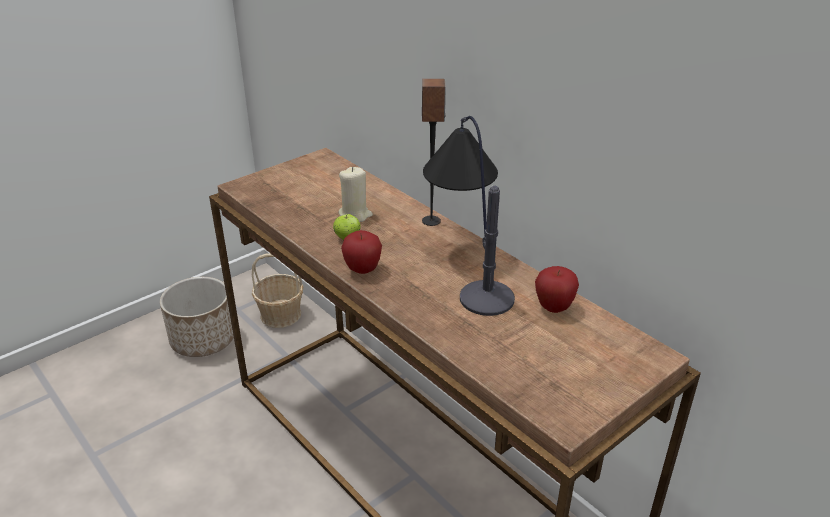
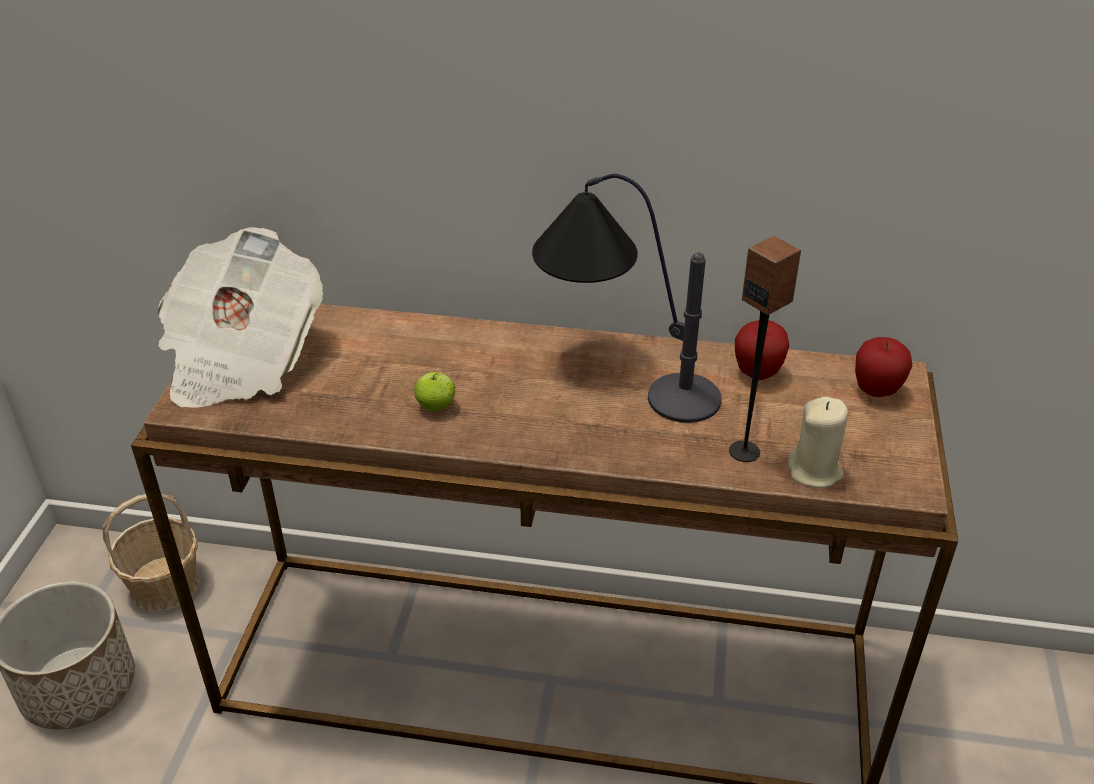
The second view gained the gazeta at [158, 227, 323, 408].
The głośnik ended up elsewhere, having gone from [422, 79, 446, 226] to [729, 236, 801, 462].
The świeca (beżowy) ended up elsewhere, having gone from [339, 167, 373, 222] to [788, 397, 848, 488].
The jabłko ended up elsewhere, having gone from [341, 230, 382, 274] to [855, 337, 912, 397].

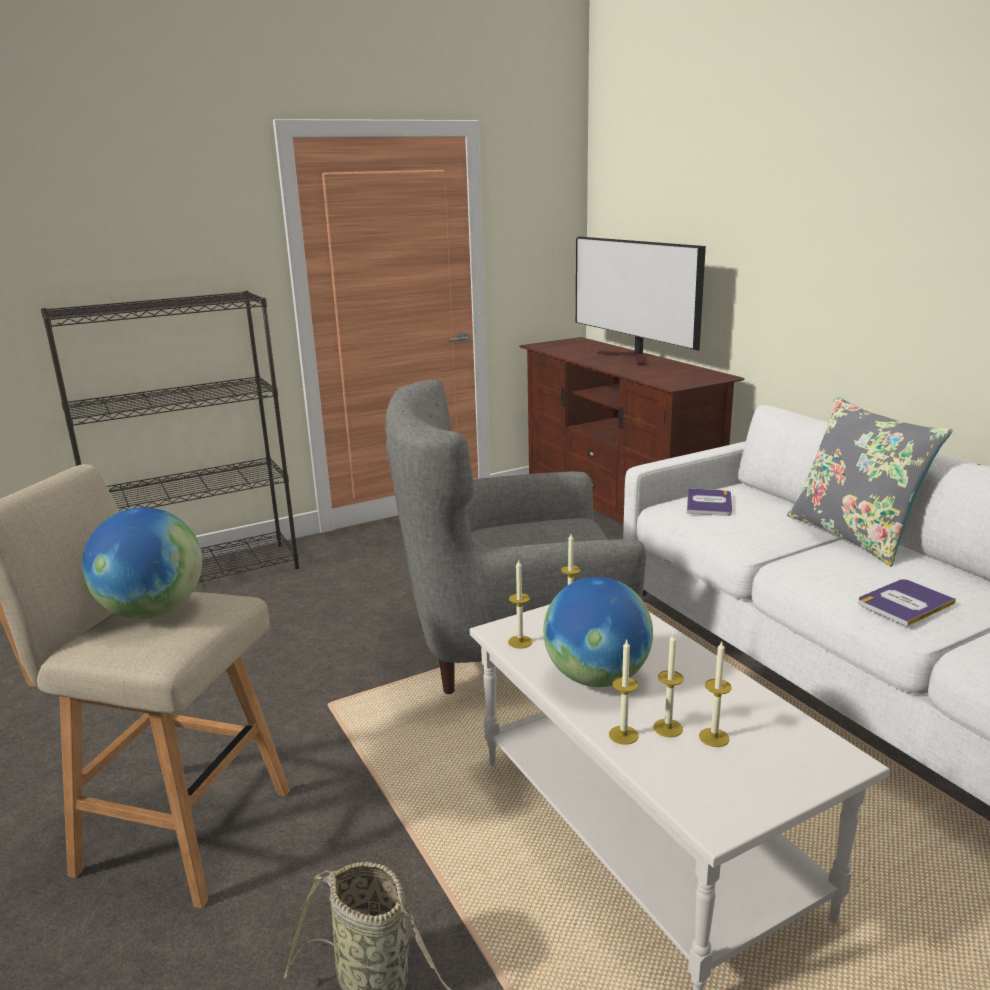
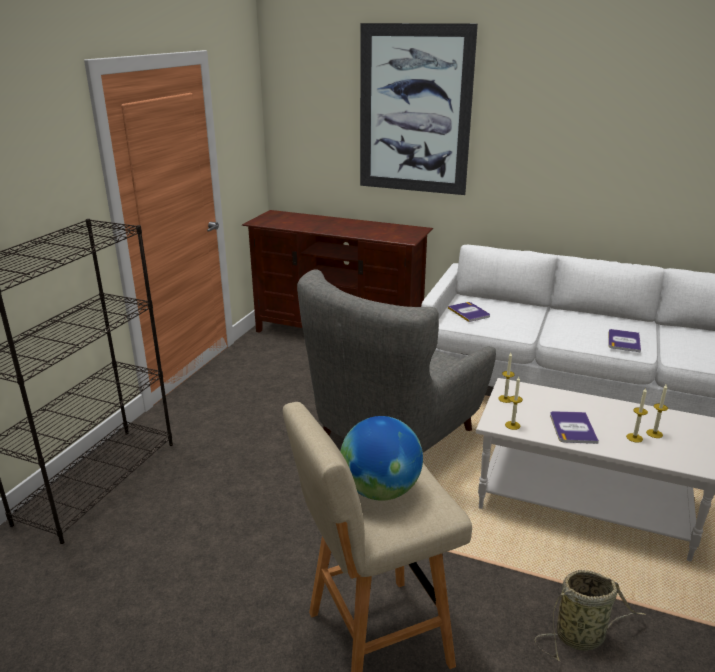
The second view gained the obraz at [360, 23, 478, 195].
Where the globus stood at [543, 577, 653, 687], the książka came to stand at [550, 411, 599, 444].
The second view lost the telewizor at [576, 236, 706, 365].
The second view lost the świeca at [609, 640, 639, 745].
The second view lost the poduszka (szary) at [787, 396, 952, 567].

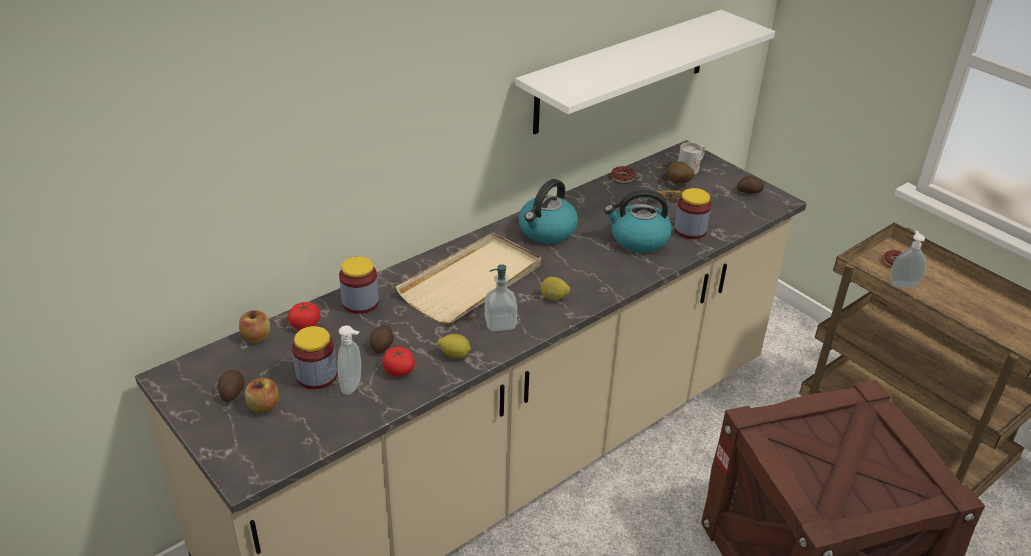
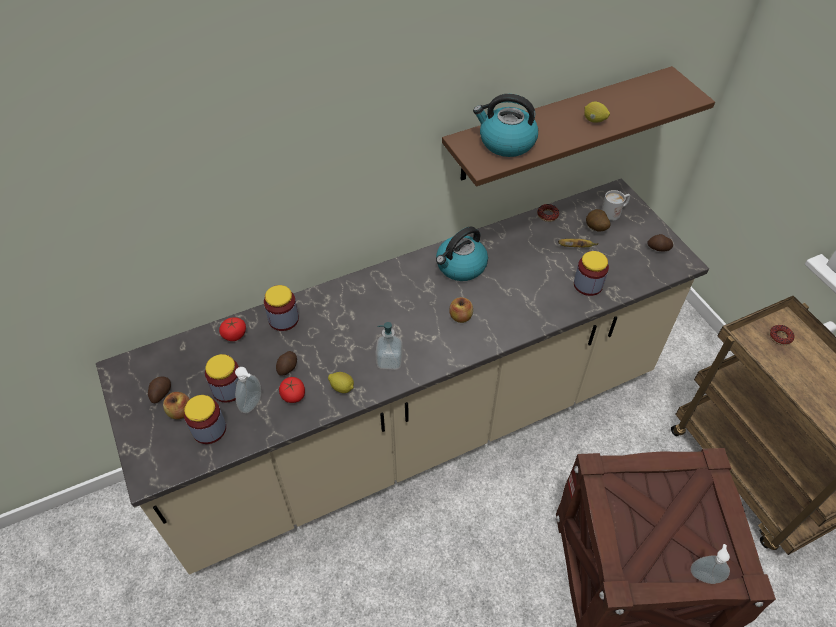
The second view gained the słoik at [184, 395, 226, 444].
What was the półka (biały) at [515, 10, 775, 134] turned into the półka (brązowy) at [442, 66, 715, 186].
The jabłko ended up elsewhere, having gone from [239, 310, 270, 343] to [449, 297, 473, 323].
The czajnik ended up elsewhere, having gone from [604, 190, 672, 253] to [473, 94, 538, 157].
The cytryna ended up elsewhere, having gone from [540, 277, 570, 300] to [584, 102, 610, 123].
The dozownik mydła ended up elsewhere, having gone from [890, 231, 927, 288] to [691, 544, 730, 584].
The second view lost the taca (beżowy) at [395, 233, 541, 324].

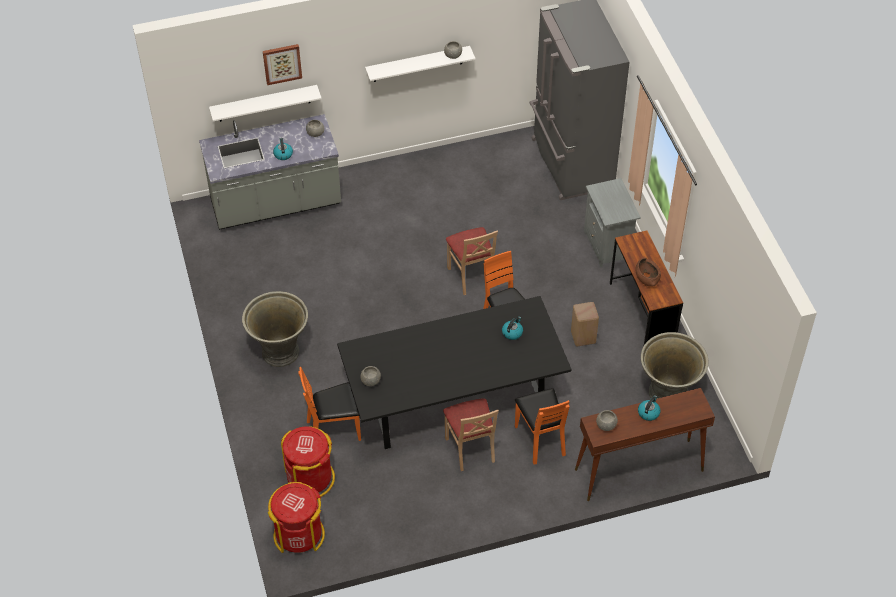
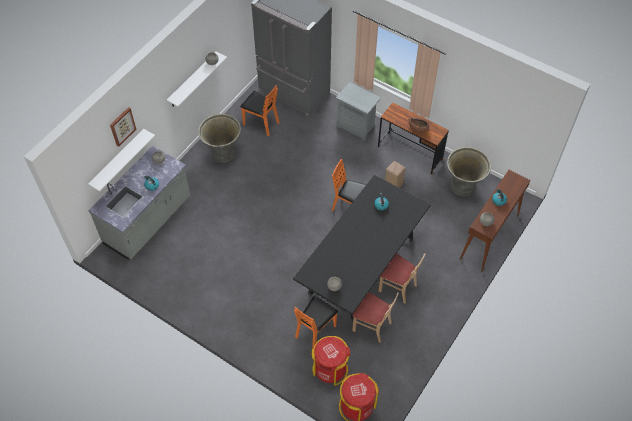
The donica (szary) ended up elsewhere, having gone from [242, 291, 308, 367] to [198, 114, 241, 163].
The krzesło (pomarańczowy) ended up elsewhere, having gone from [515, 388, 570, 464] to [240, 85, 280, 136].
The krzesło (beżowy) ended up elsewhere, having gone from [446, 227, 498, 295] to [352, 292, 399, 343].

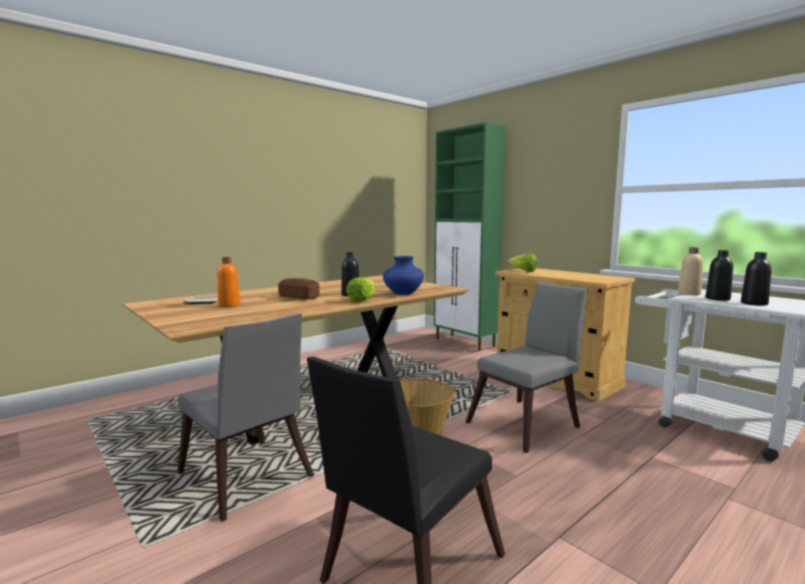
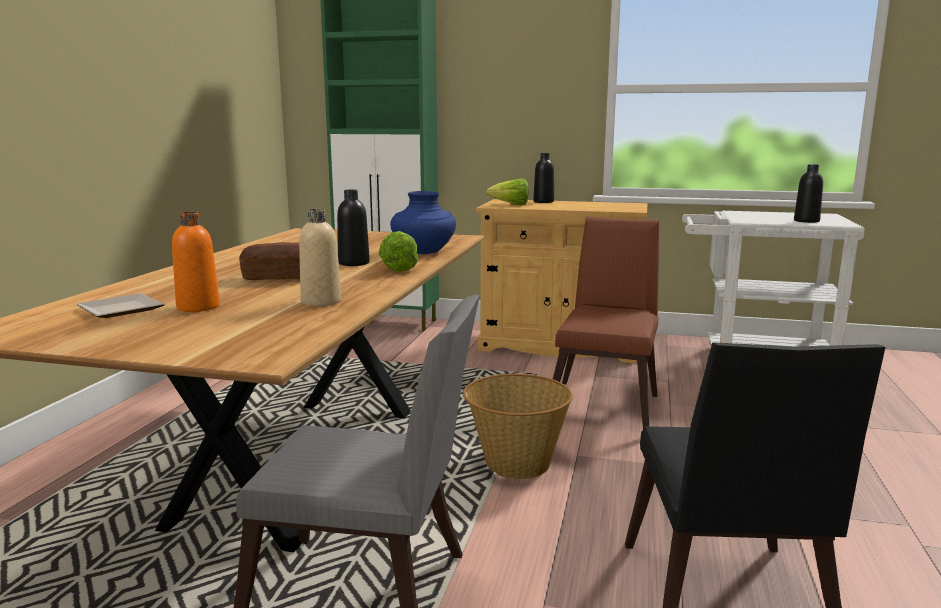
The butelka (beżowy) ended up elsewhere, having gone from [678, 247, 703, 295] to [299, 209, 341, 306].
The butelka (czarny) ended up elsewhere, having gone from [706, 250, 733, 301] to [533, 153, 554, 203].
What was the krzesło (szary) at [465, 281, 588, 453] turned into the krzesło (brązowy) at [553, 216, 659, 429].

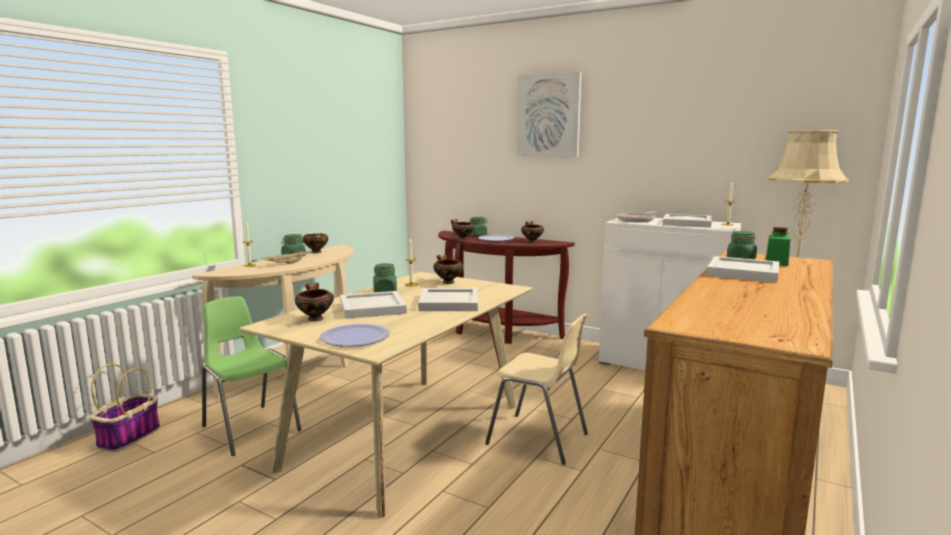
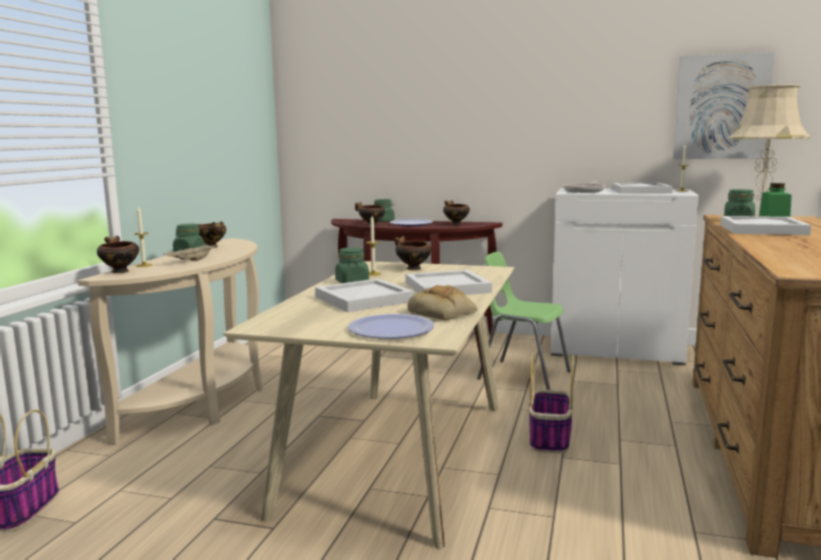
The miska ended up elsewhere, having gone from [295, 283, 334, 321] to [97, 236, 139, 273].
The second view gained the chleb at [407, 285, 478, 320].
The krzesło (zielony) ended up elsewhere, having gone from [202, 297, 301, 456] to [477, 252, 571, 390].
Where the krzesło (beżowy) stood at [485, 314, 588, 465], the koszyk came to stand at [529, 352, 574, 453].
The obraz ended up elsewhere, having gone from [516, 71, 582, 157] to [673, 52, 775, 159].

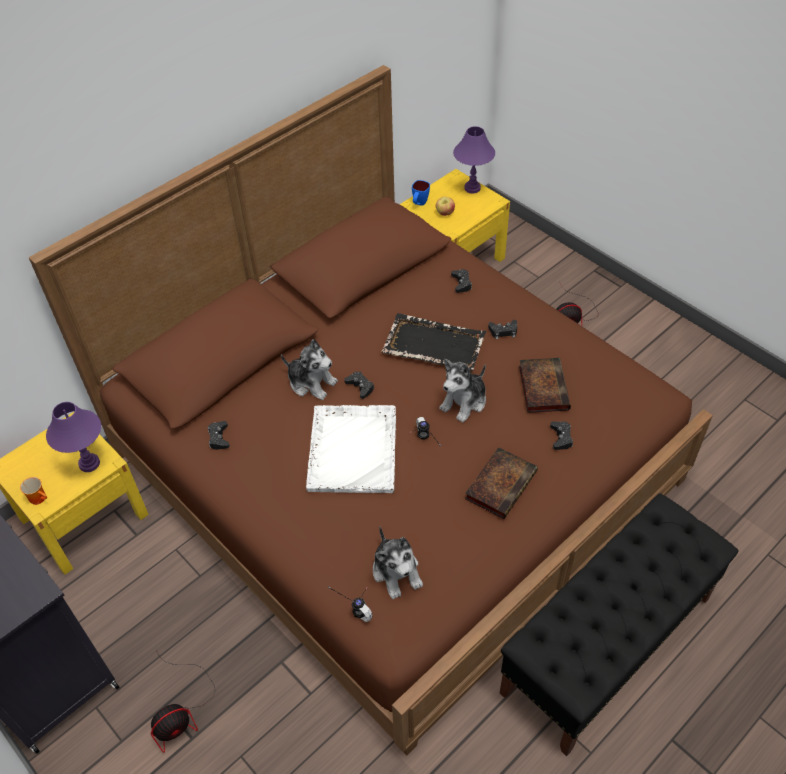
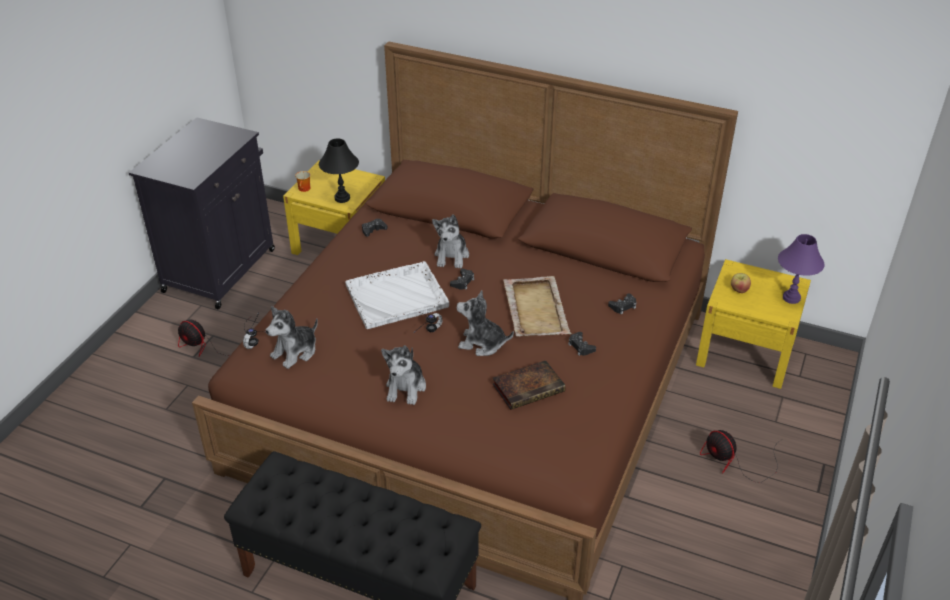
What was the lampa stołowa (fioletowy) at [46, 402, 101, 472] turned into the lampa stołowa (czarny) at [319, 138, 359, 203].
Where the książka stood at [465, 447, 538, 519], the pluszak came to stand at [381, 345, 426, 405].
What was the taca (czarny) at [381, 313, 486, 371] turned into the taca (beżowy) at [503, 276, 571, 336].
The second view lost the kubek (niebieski) at [412, 180, 430, 206].
The second view lost the pad do gier (czarny) at [550, 421, 573, 450].

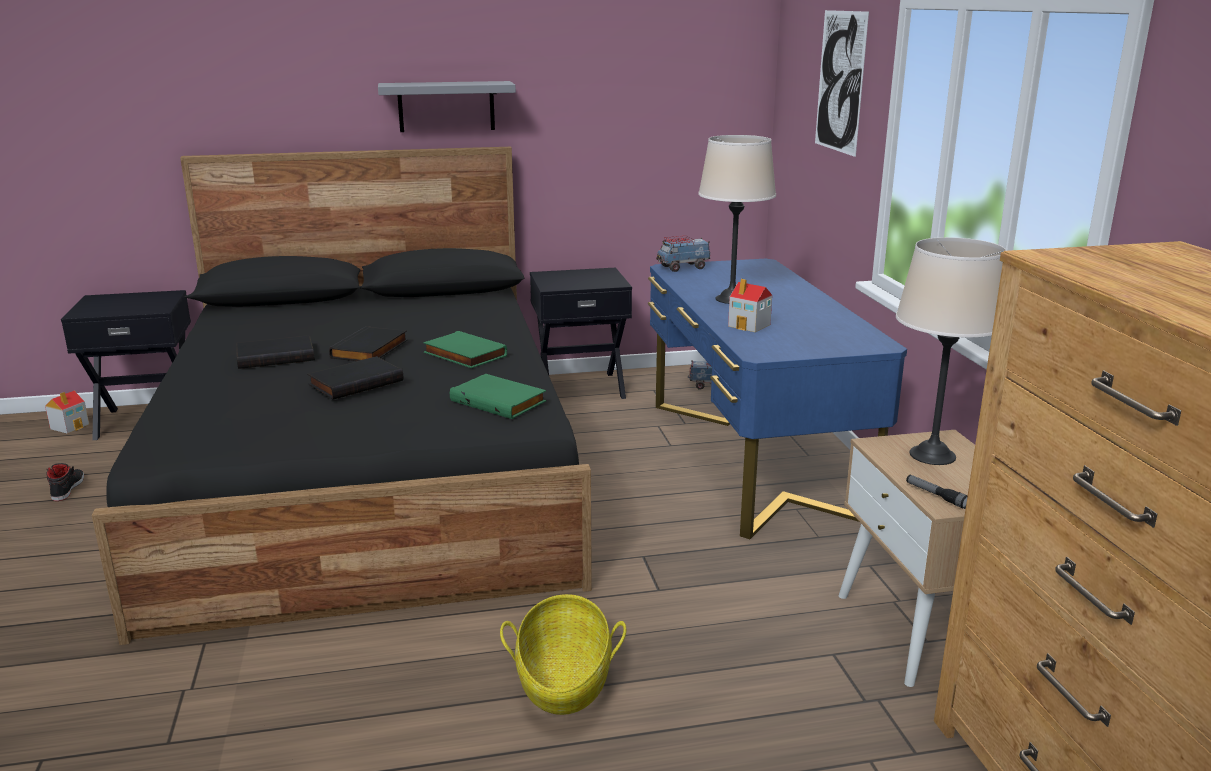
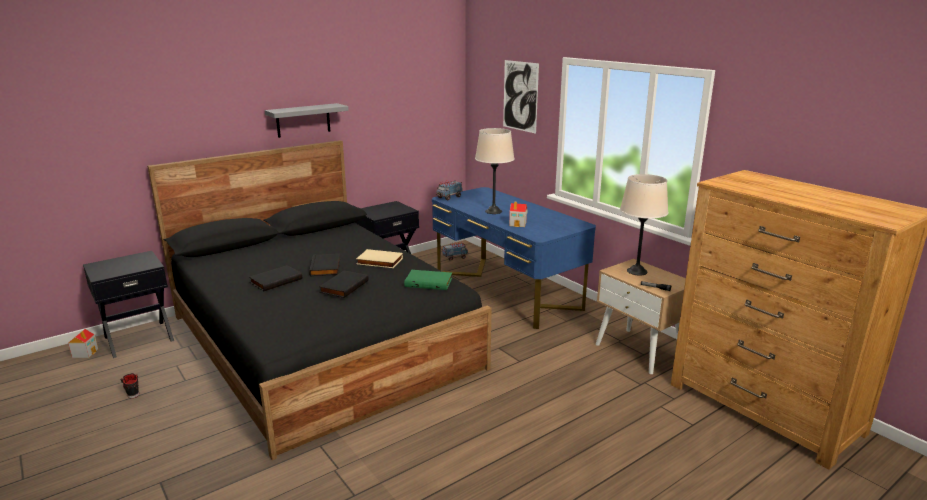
What was the książka (zielony) at [423, 331, 507, 368] turned into the książka (beżowy) at [356, 249, 403, 268].
The second view lost the koszyk at [500, 594, 626, 715].

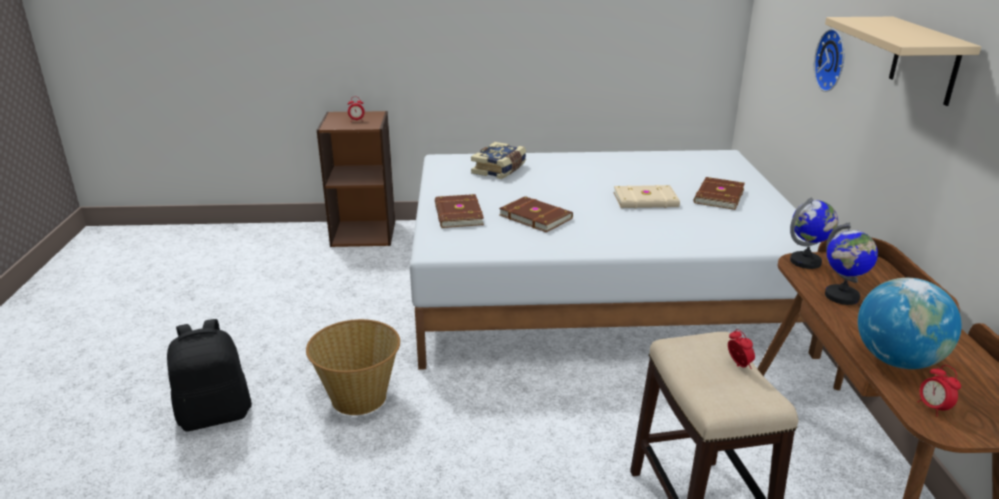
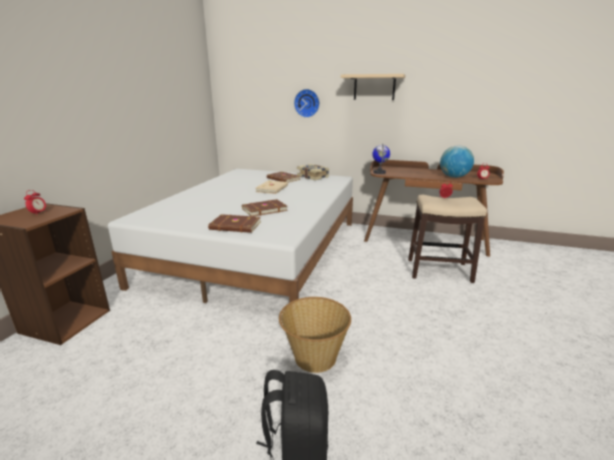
The książka ended up elsewhere, having gone from [471, 142, 526, 179] to [297, 164, 329, 180].
The second view lost the globus at [825, 223, 878, 305].

